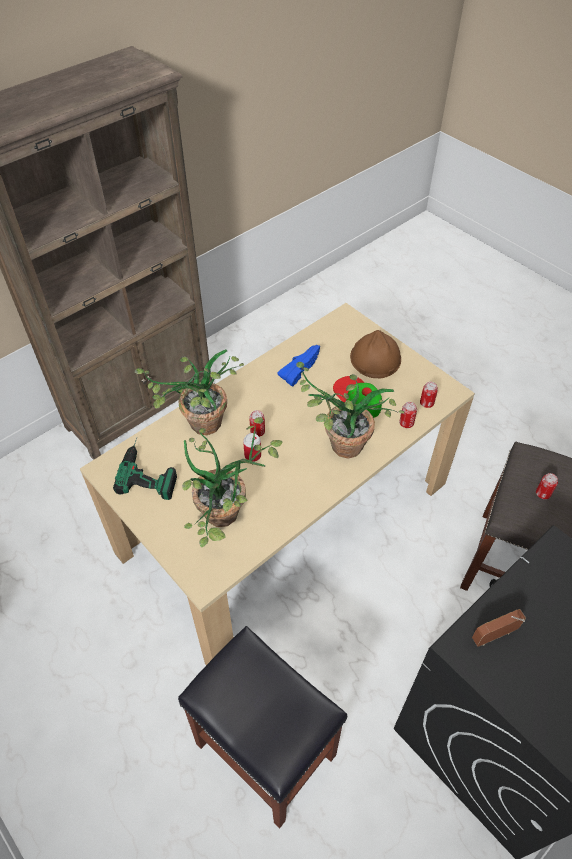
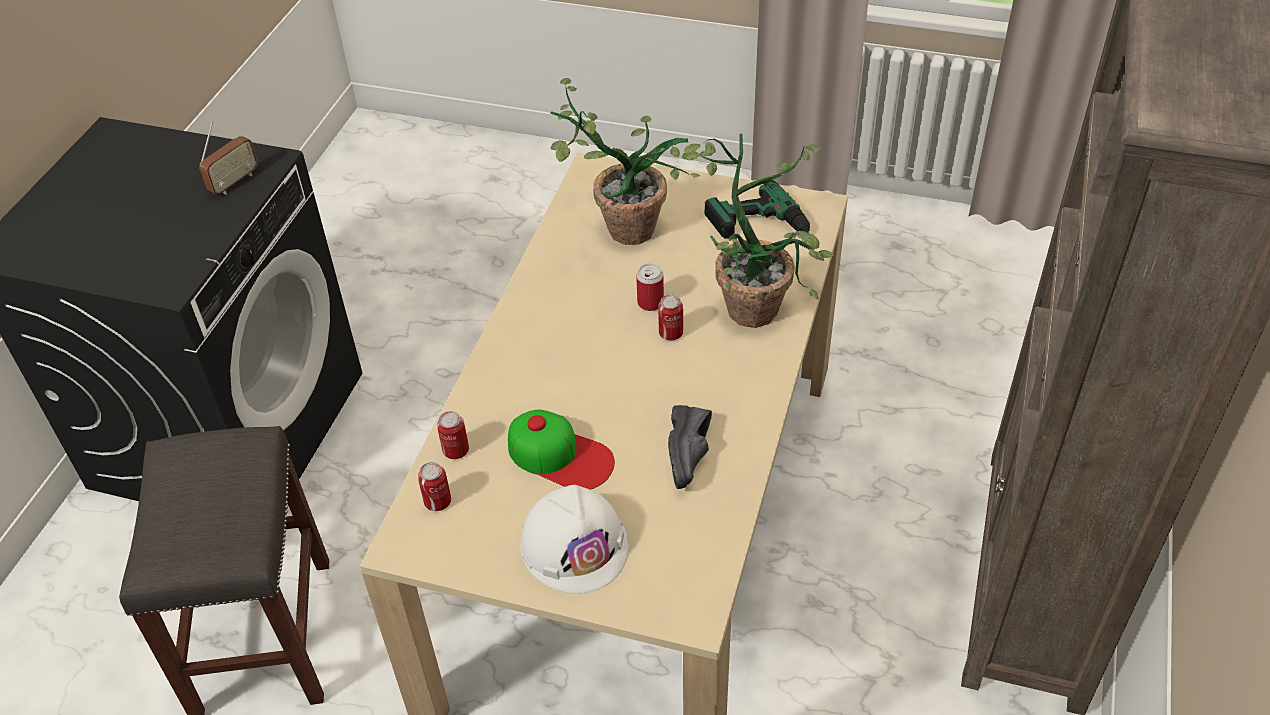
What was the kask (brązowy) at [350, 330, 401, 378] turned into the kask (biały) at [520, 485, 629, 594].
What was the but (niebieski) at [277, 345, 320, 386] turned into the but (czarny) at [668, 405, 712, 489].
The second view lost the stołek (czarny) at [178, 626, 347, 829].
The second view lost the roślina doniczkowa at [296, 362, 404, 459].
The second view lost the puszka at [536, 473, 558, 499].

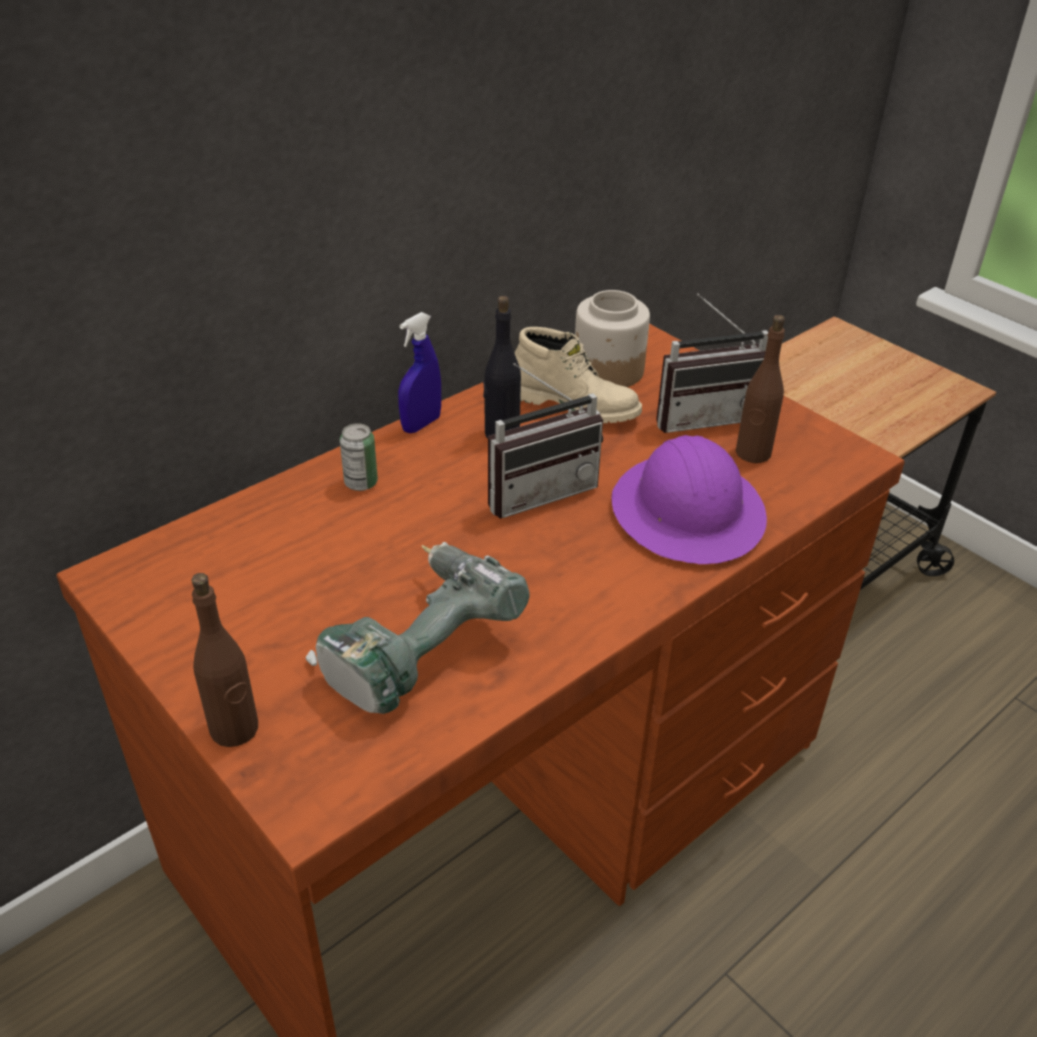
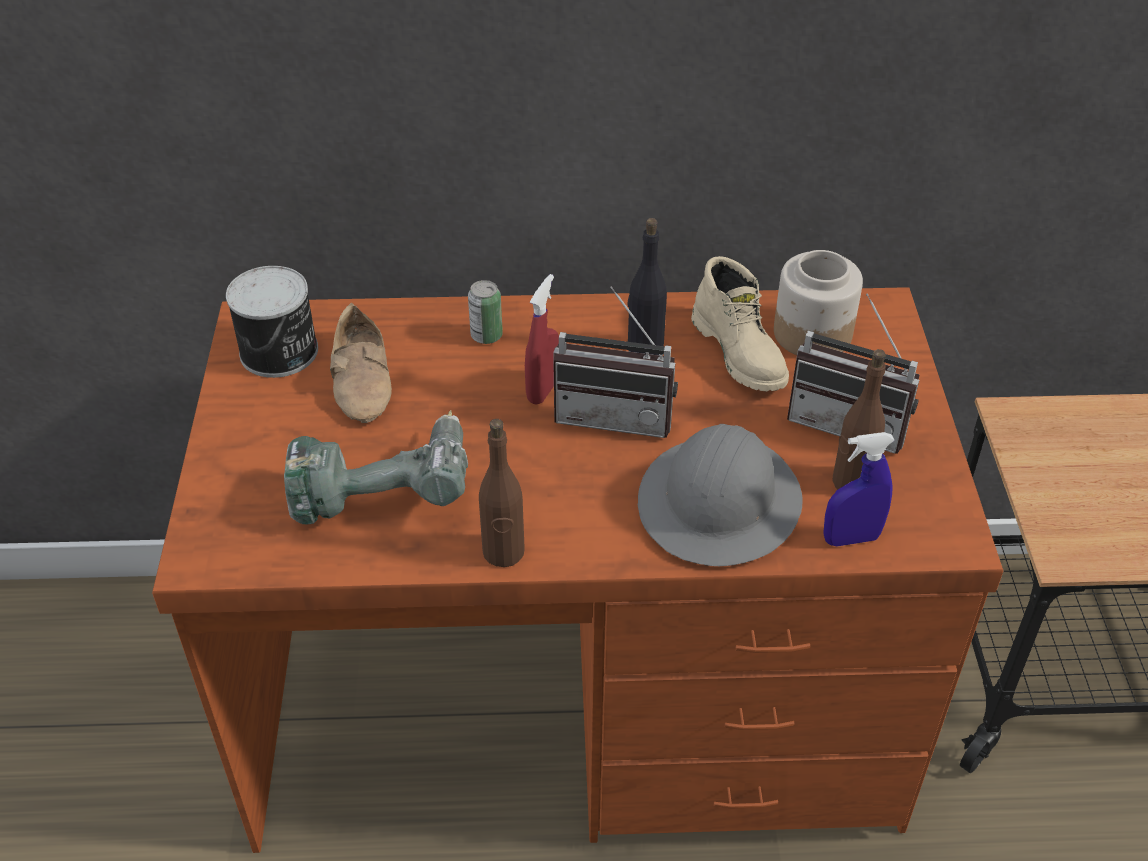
The second view gained the puszka at [226, 266, 318, 378].
The second view gained the but (beżowy) at [330, 303, 392, 423].
The butelka (brązowy) ended up elsewhere, having gone from [191, 573, 258, 747] to [479, 419, 525, 567].
The second view gained the spryskiwacz (czerwony) at [525, 274, 559, 405].
What was the kask (fioletowy) at [612, 435, 767, 564] turned into the kask (szary) at [638, 424, 803, 566].
The spryskiwacz (niebieski) ended up elsewhere, having gone from [398, 312, 441, 433] to [823, 432, 895, 547].

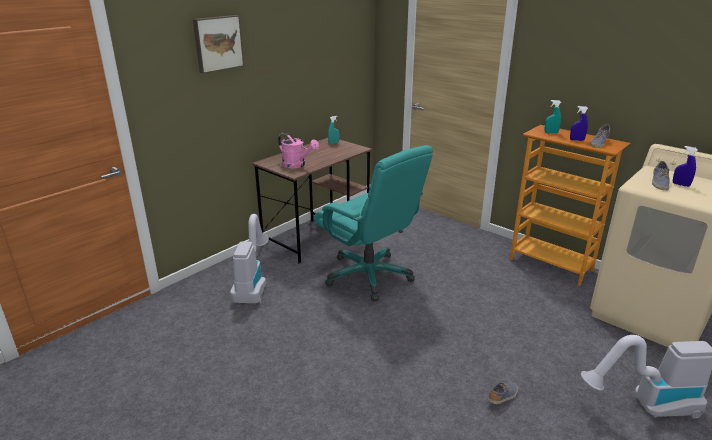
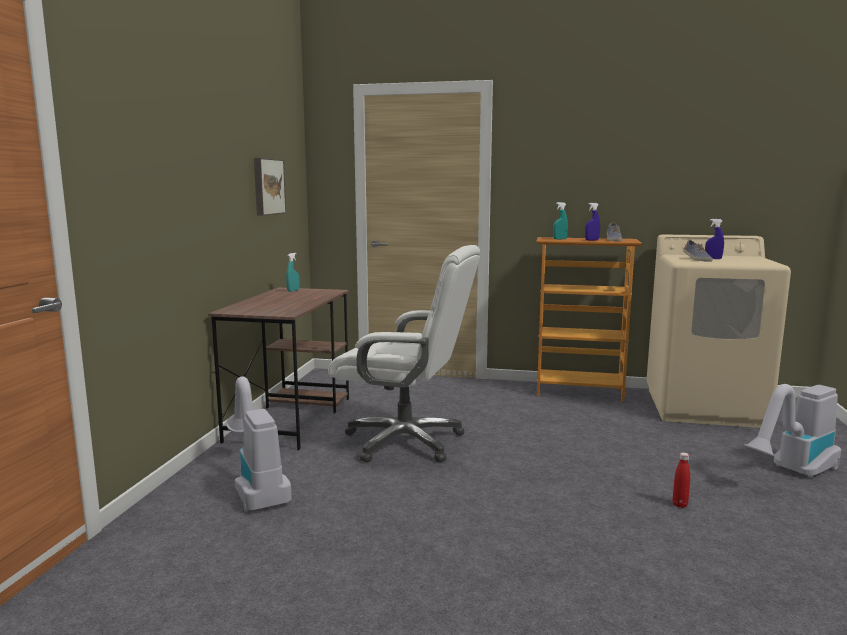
The obraz ended up elsewhere, having gone from [193, 15, 244, 74] to [254, 158, 286, 216].
What was the krzesło biurowe (turkusowy) at [314, 145, 433, 301] turned into the krzesło biurowe (biały) at [328, 245, 480, 463].
Where the but stood at [488, 382, 518, 404], the butelka (czerwony) came to stand at [673, 452, 690, 508].
The second view lost the konewka (różowy) at [278, 133, 319, 168].

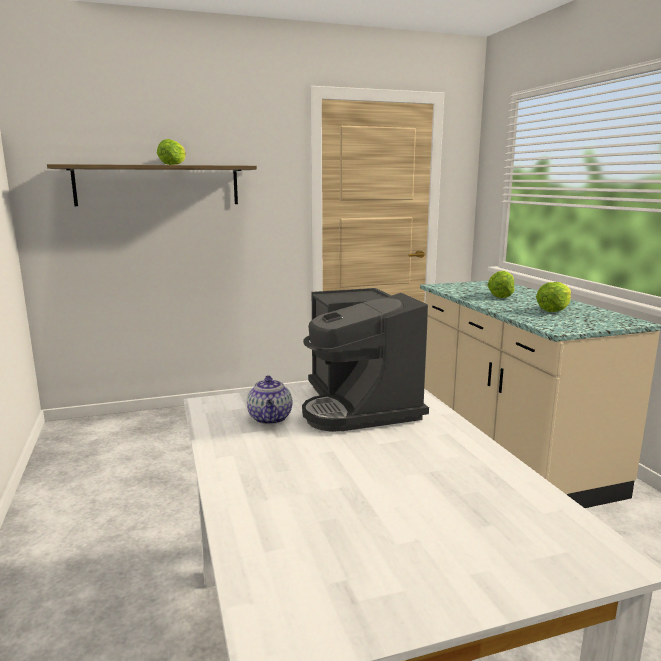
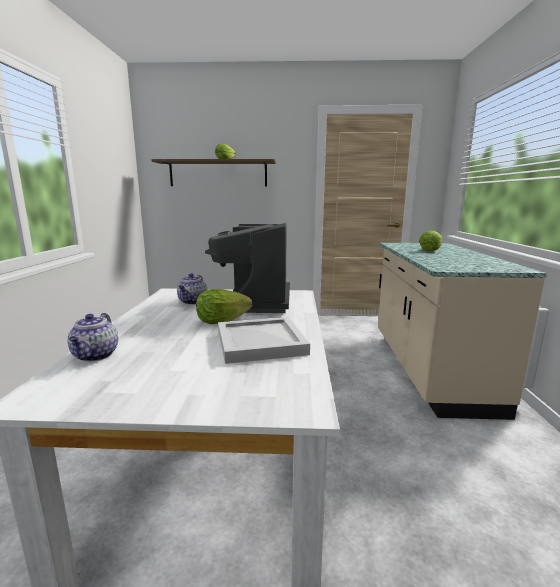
The second view gained the imbryk at [67, 313, 118, 362].
The sałata ended up elsewhere, having gone from [536, 282, 571, 312] to [196, 289, 252, 324].
The second view gained the taca (biały) at [218, 317, 310, 364].

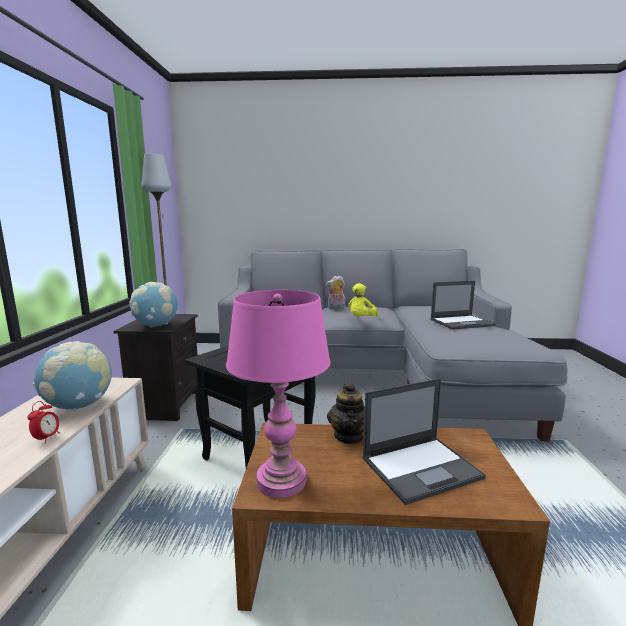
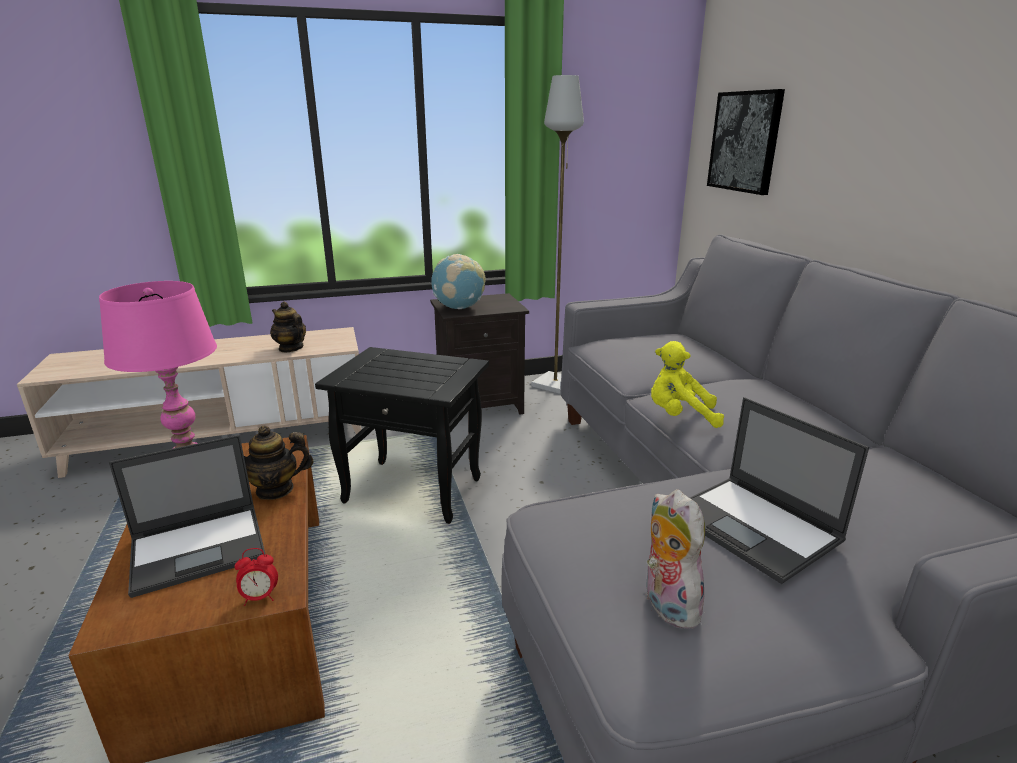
The laptop at [362, 378, 486, 505] ended up facing another way, 75 degrees counterclockwise from before.
The budzik ended up elsewhere, having gone from [27, 401, 60, 443] to [234, 548, 278, 606].
Where the globus stood at [33, 341, 112, 411], the imbryk came to stand at [270, 301, 306, 352].
The pluszak ended up elsewhere, having gone from [326, 276, 346, 310] to [647, 489, 705, 629].
The second view gained the obraz at [707, 89, 785, 195].

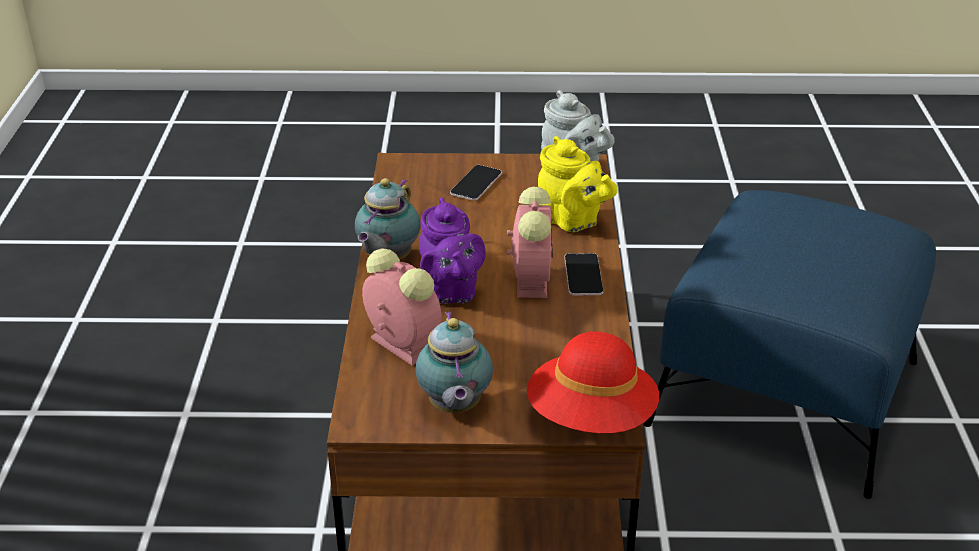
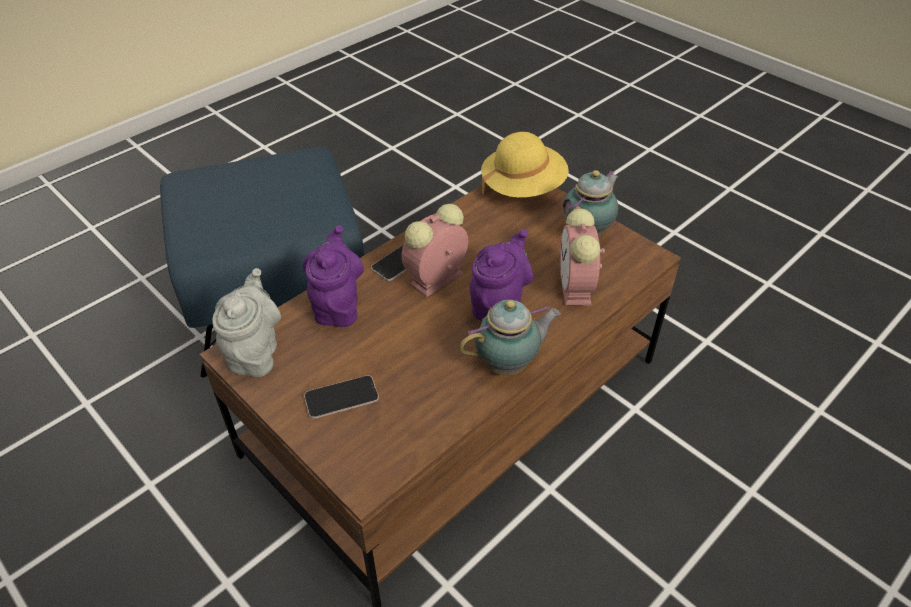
What was the imbryk (żółty) at [538, 136, 618, 232] turned into the imbryk (fioletowy) at [303, 225, 364, 327].
What was the kapelusz (czerwony) at [527, 331, 659, 433] turned into the kapelusz (żółty) at [481, 132, 569, 198].

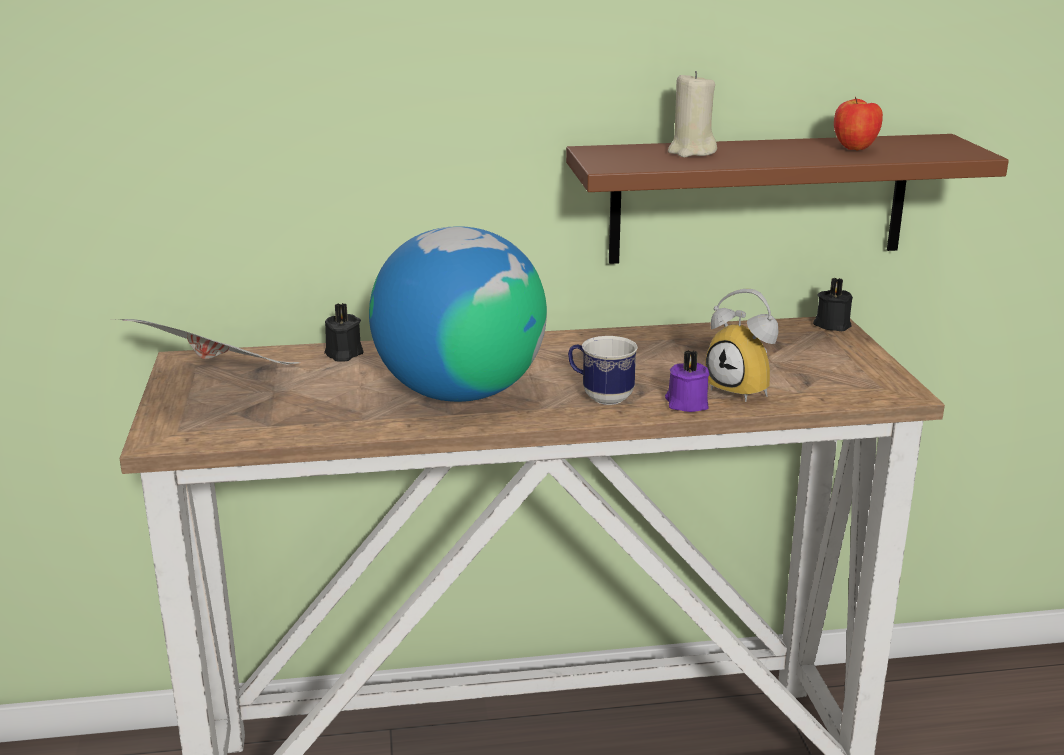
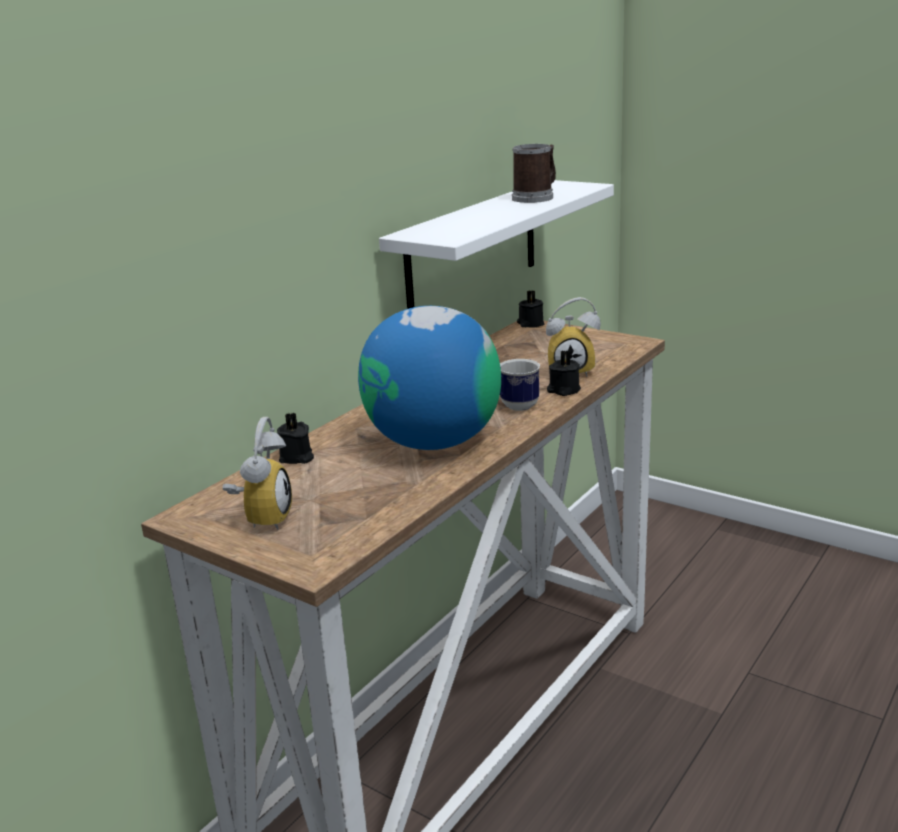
Where the gazeta stood at [113, 319, 301, 365], the budzik came to stand at [222, 417, 292, 530].
What was the półka (brązowy) at [566, 134, 1009, 264] turned into the półka (biały) at [379, 180, 614, 309].
Where the jabłko stood at [834, 97, 883, 151], the kubek came to stand at [512, 144, 556, 203].
What was the świeca (fioletowy) at [665, 350, 709, 412] turned into the świeca (czarny) at [547, 350, 581, 396].
The second view lost the świeca (beżowy) at [668, 71, 717, 157].

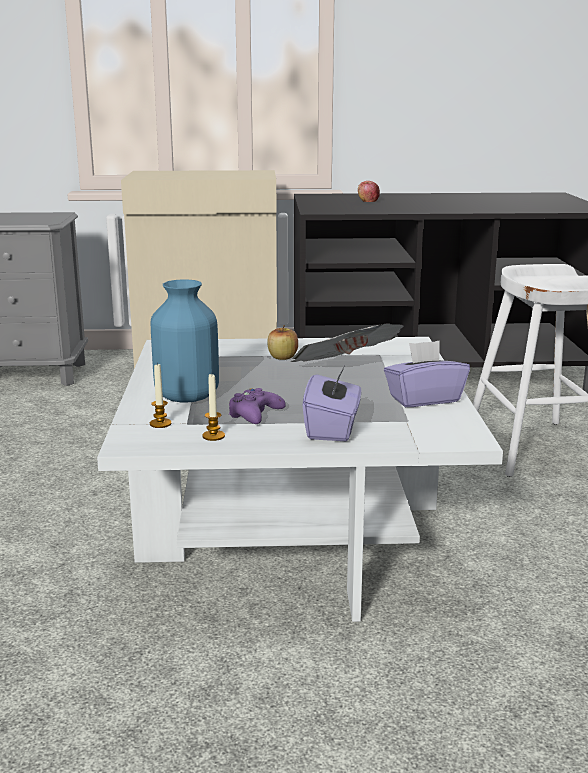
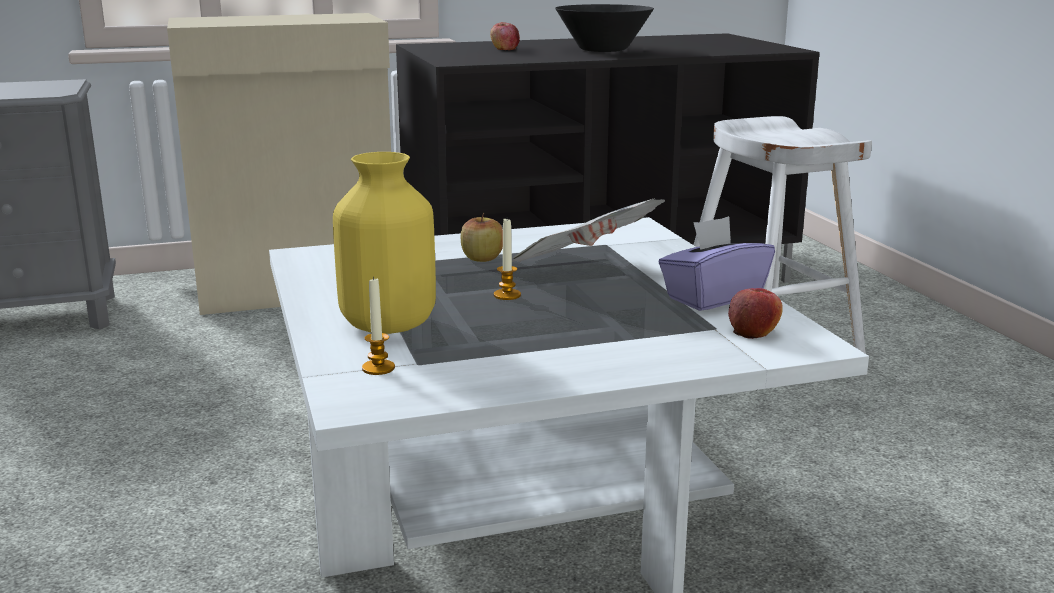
What was the wazon (niebieski) at [151, 279, 219, 403] turned into the wazon (żółty) at [333, 152, 436, 334].
The świeca ended up elsewhere, having gone from [202, 374, 225, 441] to [494, 219, 521, 300].
The second view gained the miska (czarny) at [555, 4, 654, 52].
The second view gained the jabłko at [728, 288, 782, 339].
The second view lost the pad do gier (fioletowy) at [229, 388, 286, 424].
The second view lost the pudełko chusteczek (fioletowy) at [303, 366, 362, 441].

